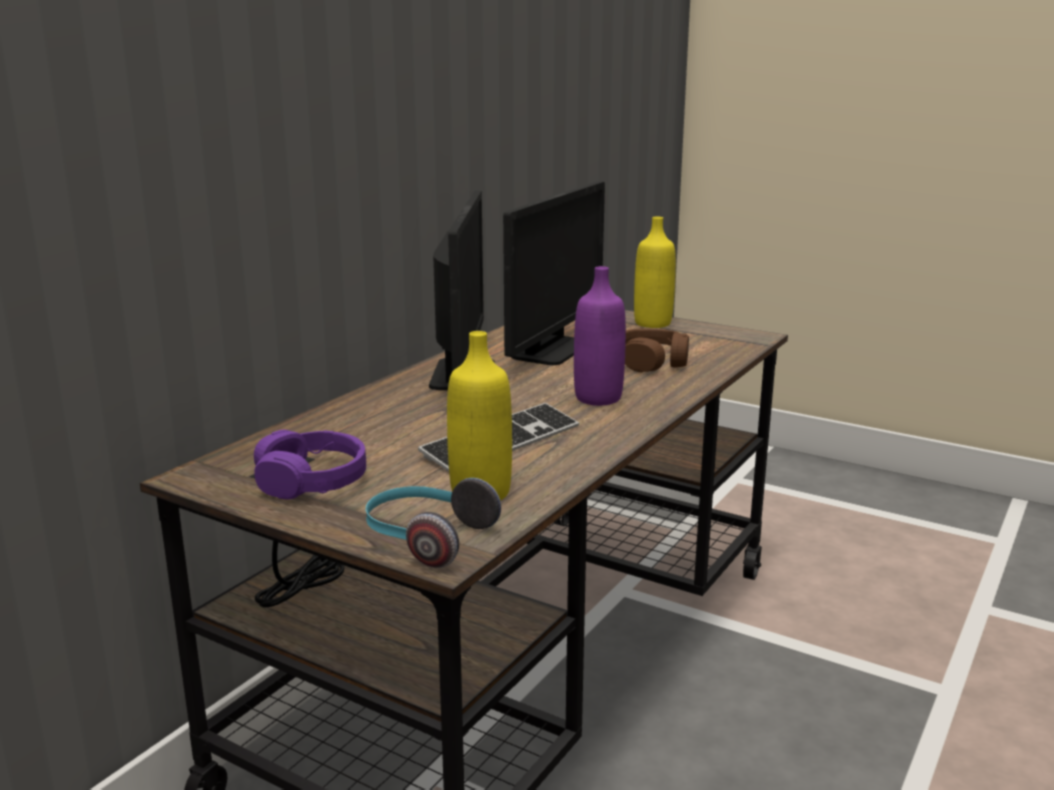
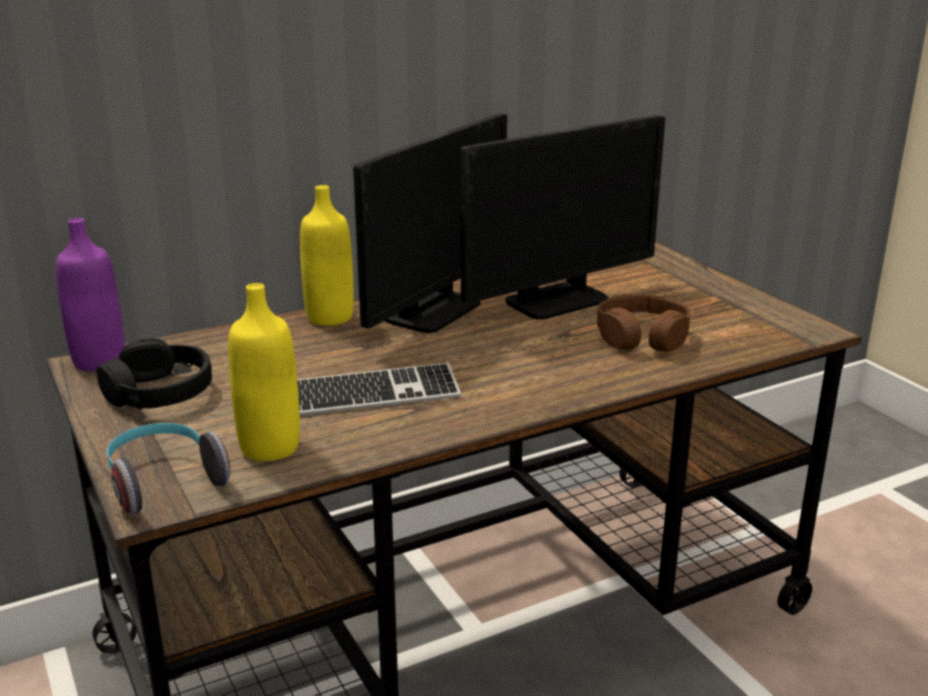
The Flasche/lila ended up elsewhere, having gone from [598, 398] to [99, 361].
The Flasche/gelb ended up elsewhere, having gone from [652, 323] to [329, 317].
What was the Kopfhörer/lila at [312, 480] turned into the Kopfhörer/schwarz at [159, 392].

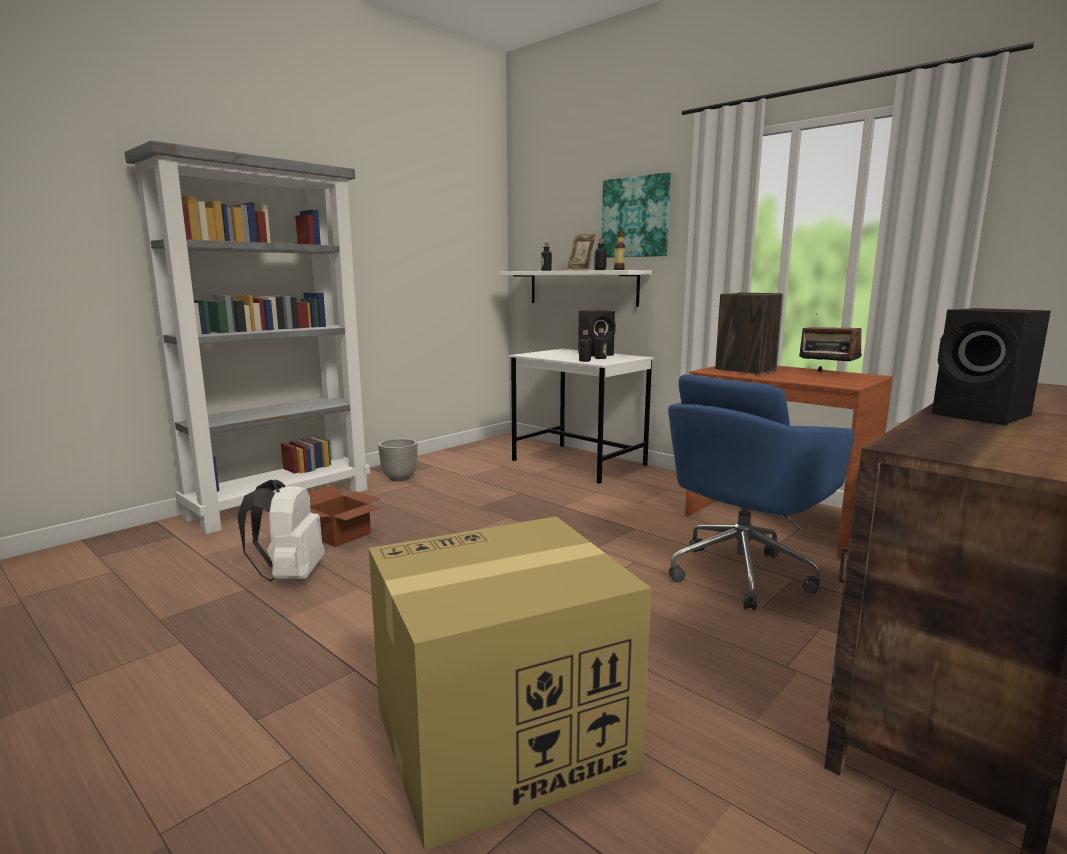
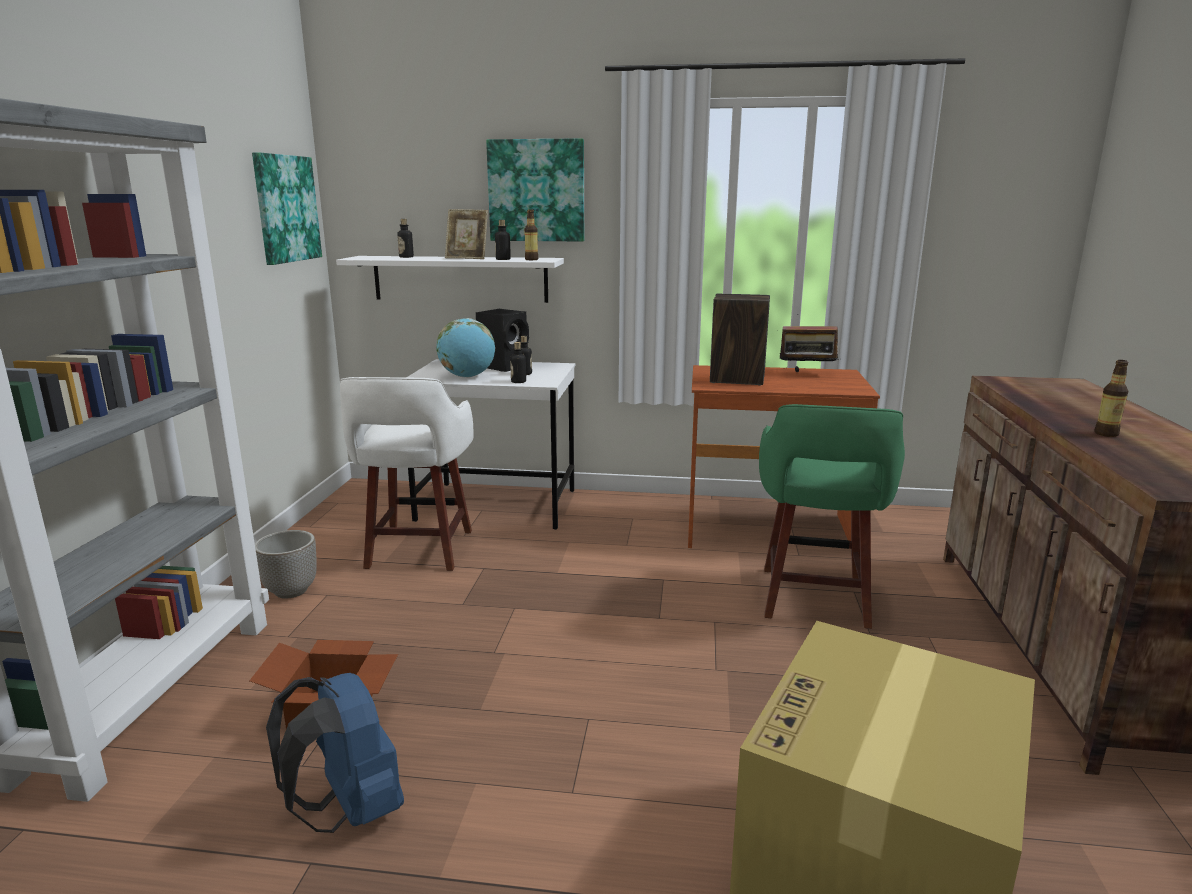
The second view gained the Bild at [286, 209].
The second view gained the Hocker/weiß at [418, 552].
The second view gained the Globus at [467, 376].
Where the Bürostuhl/blau stood at [743, 573], the Hocker/grün came to stand at [813, 600].
Where the Lautsprecher/schwarz stood at [984, 416], the Flasche came to stand at [1106, 434].
What was the Rucksack/weiß at [290, 576] turned into the Rucksack/blau at [349, 810].

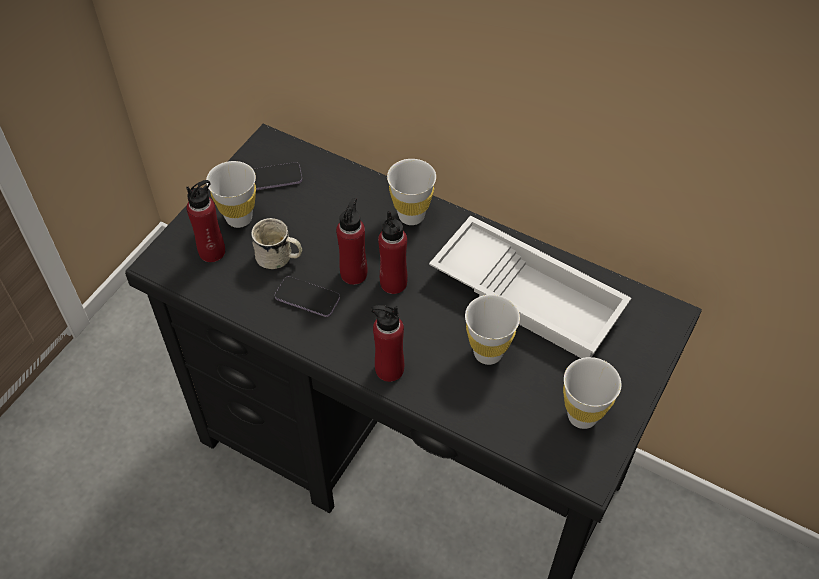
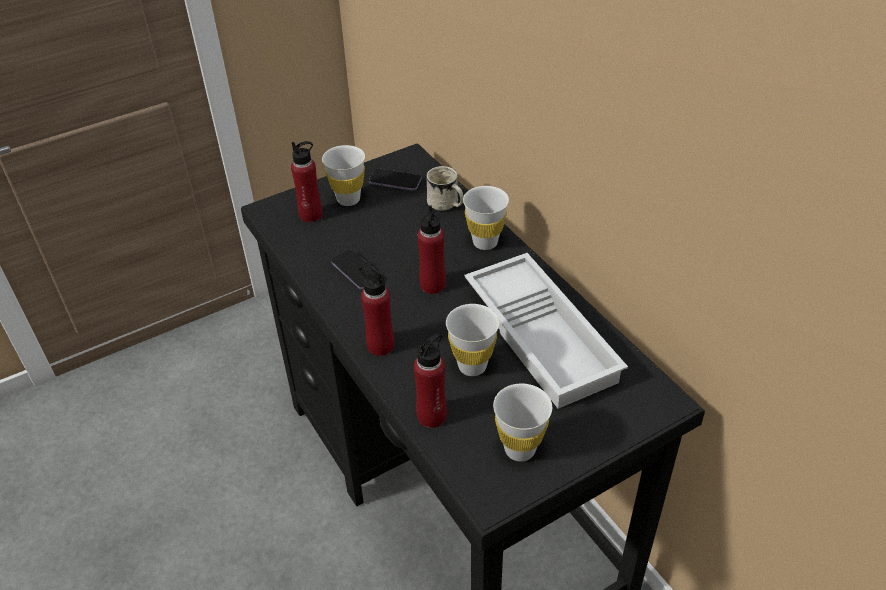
The Henkelbecher/weiß ended up elsewhere, having gone from [279, 258] to [446, 205].
The Flasche/rot ended up elsewhere, having gone from [354, 273] to [432, 416].

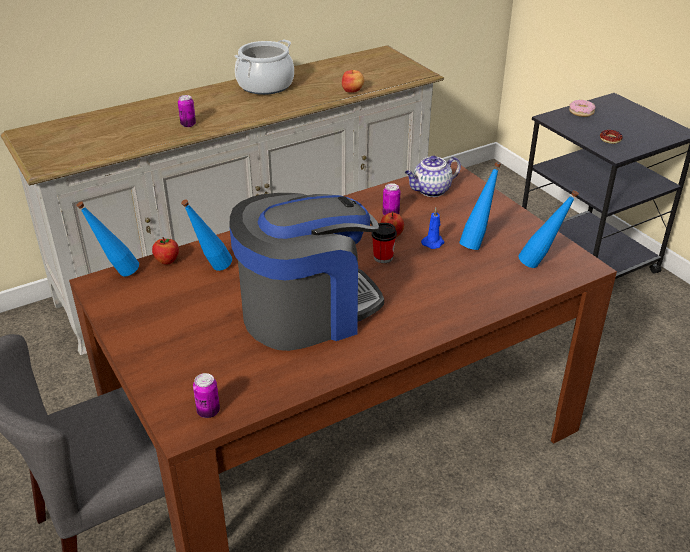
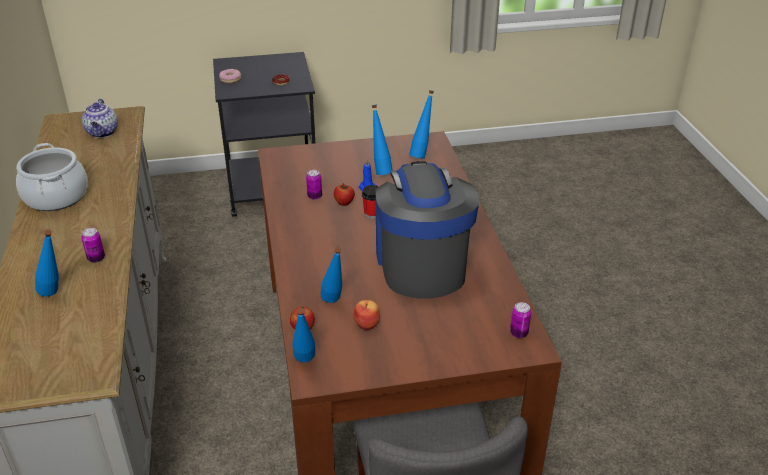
The second view gained the Flasche/blau at [56, 295].
The Apfel ended up elsewhere, having gone from [353, 90] to [367, 323].
The Teekanne ended up elsewhere, having gone from [431, 191] to [103, 133].

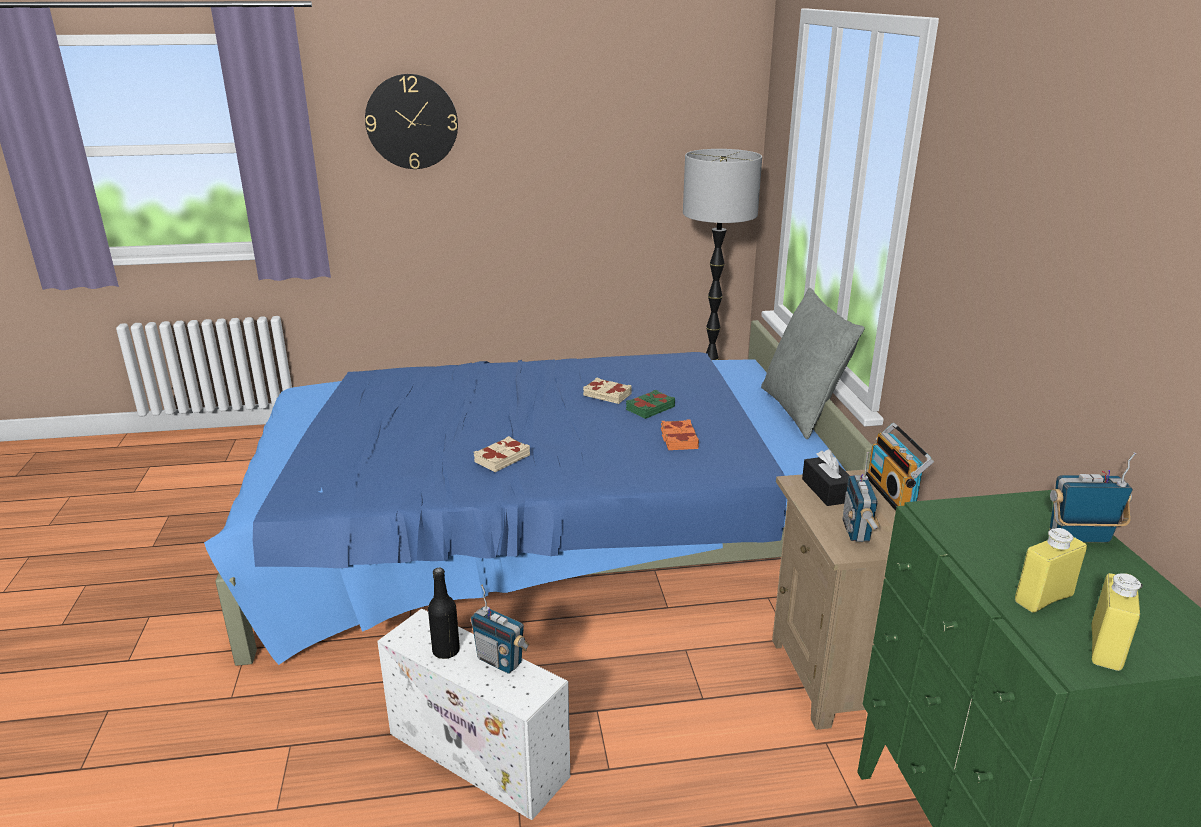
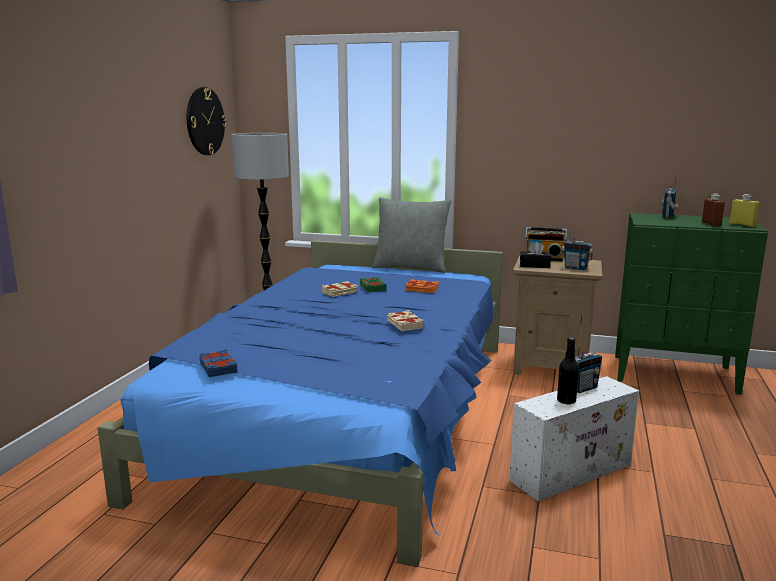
The second view gained the Buch/blau at [219, 367].
The Wanduhr ended up elsewhere, having gone from [412, 122] to [205, 121].
What was the Flasche/gelb at [1043, 598] turned into the Flasche/braun at [711, 224].

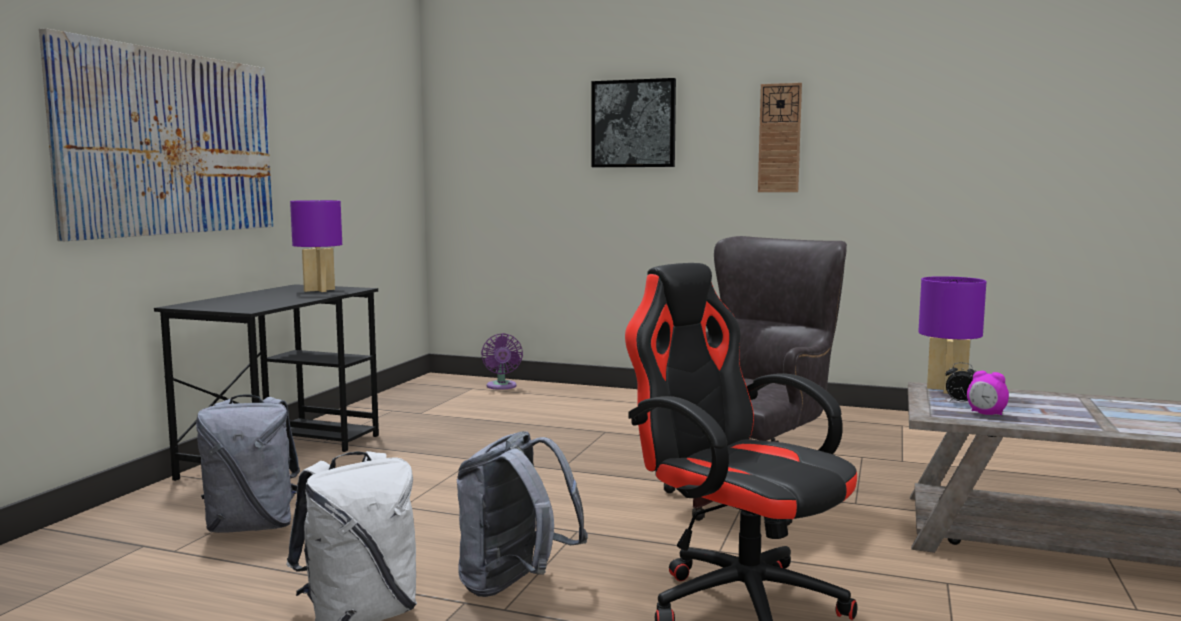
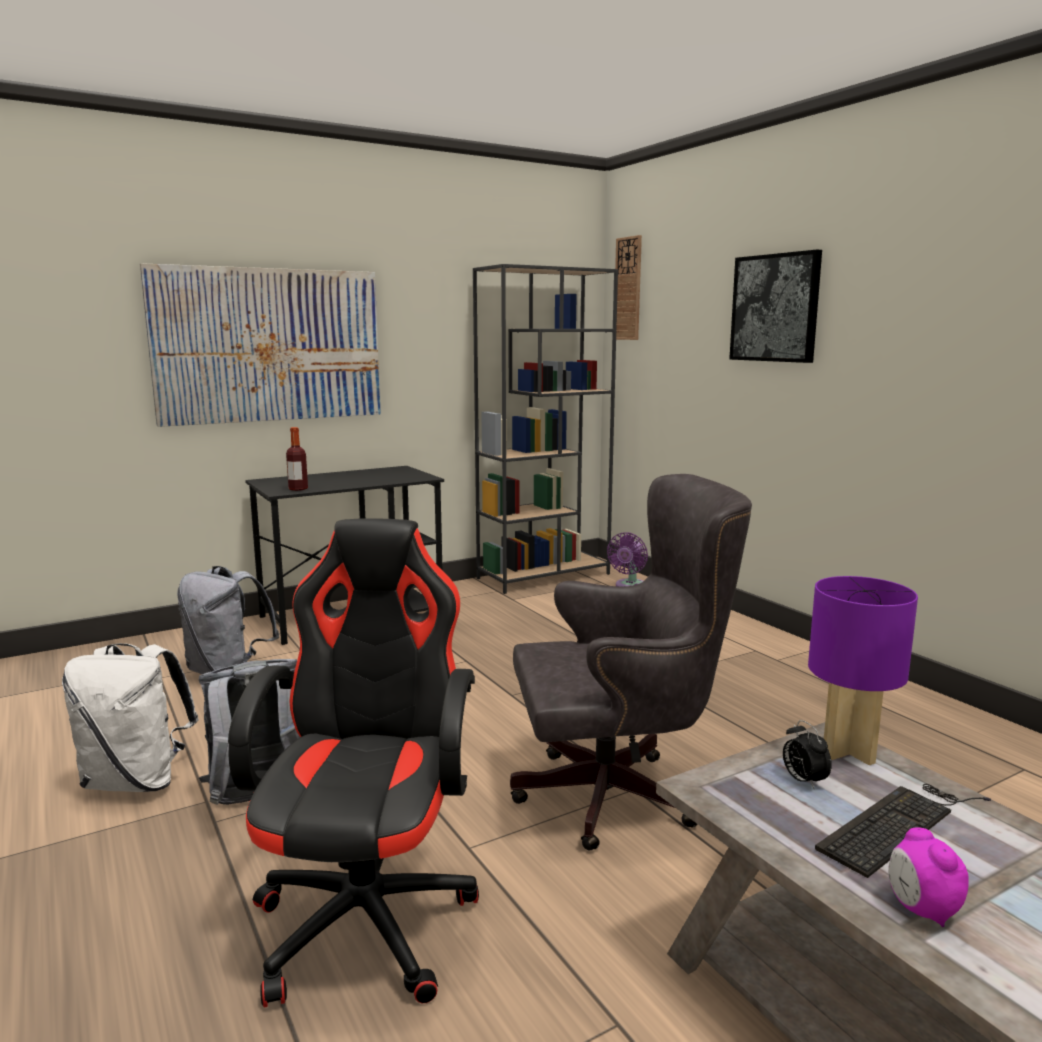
The second view lost the Tischlampe/lila at [320, 290].
The second view gained the Flasche at [298, 489].
The second view gained the Bücherregal at [544, 576].
The second view gained the Tastatur at [899, 824].
The Wanduhr ended up elsewhere, having gone from [779, 138] to [628, 289].
The Wecker ended up elsewhere, having gone from [986, 414] to [921, 910].

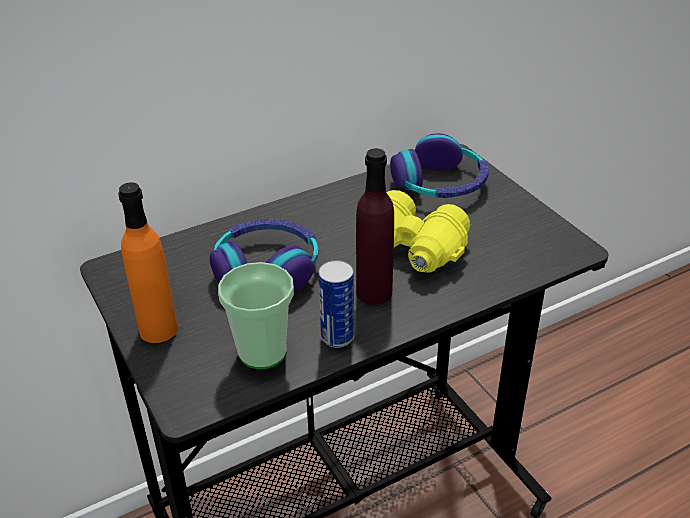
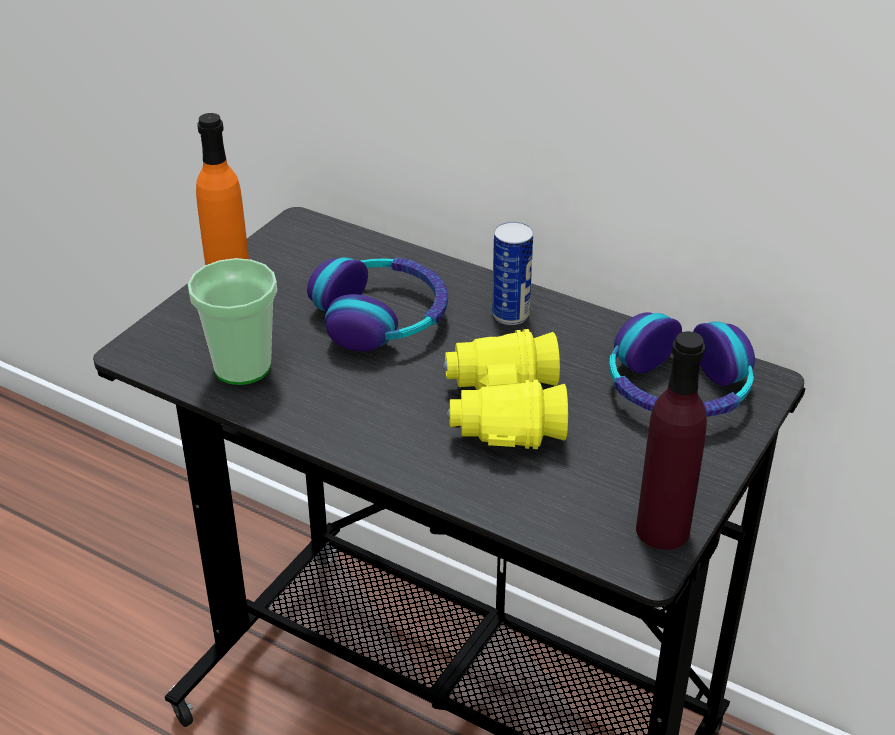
The Dose ended up elsewhere, having gone from [337, 337] to [510, 315].
The Flasche/lila ended up elsewhere, having gone from [374, 292] to [662, 530].

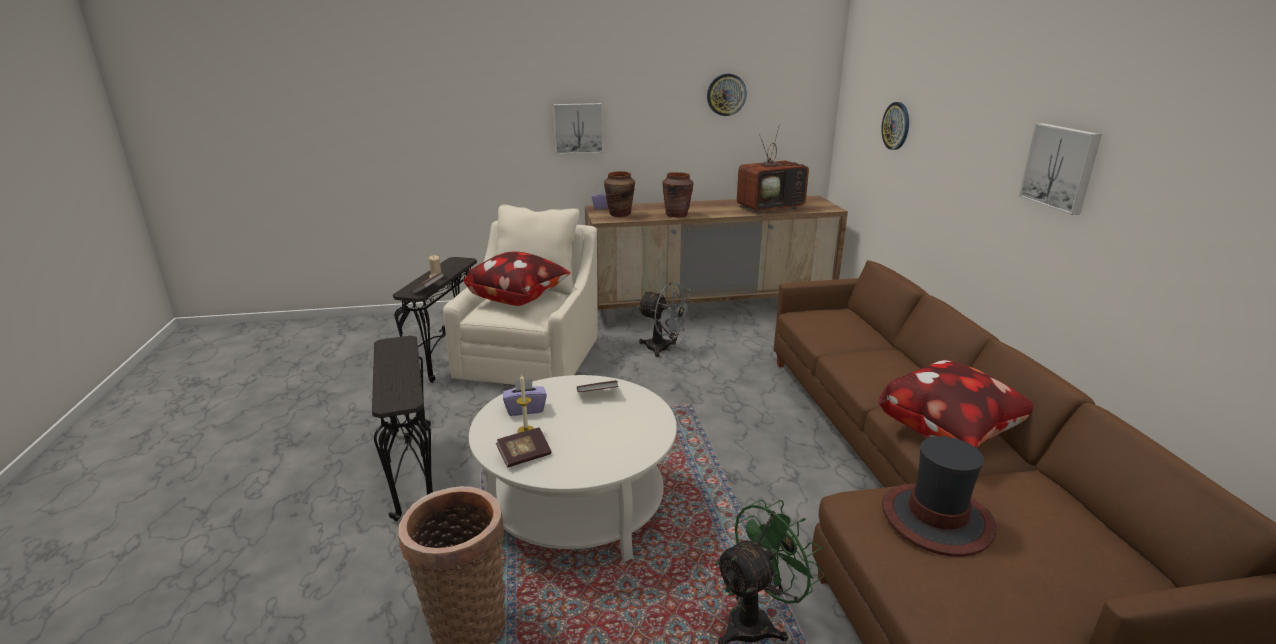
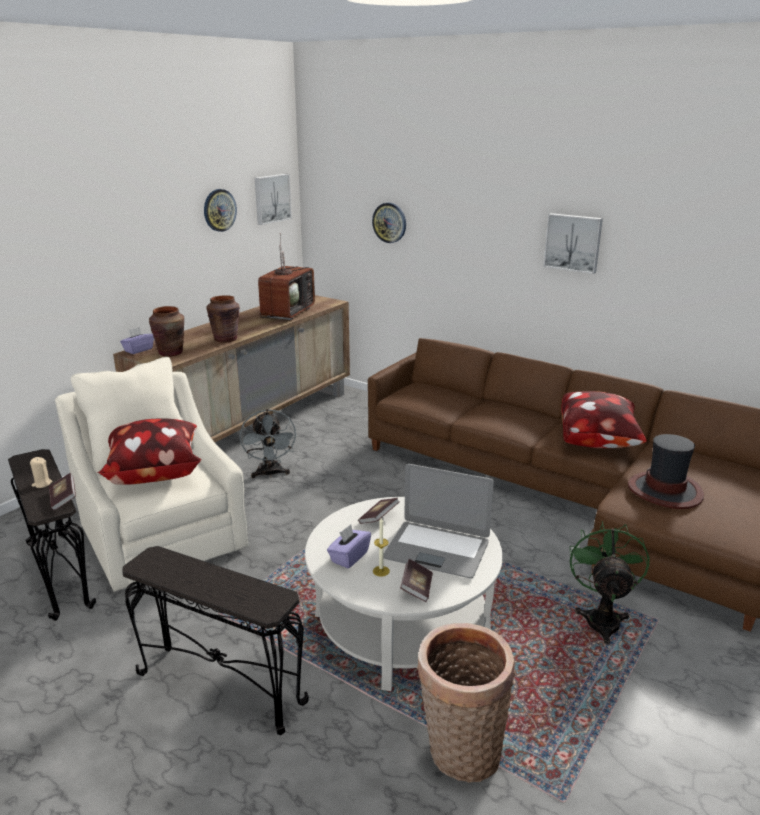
The second view gained the Laptop at [437, 550].
The Bild ended up elsewhere, having gone from [578, 128] to [271, 198].
The Ventilator/grau at [663, 349] ended up facing another way, 90 degrees clockwise from before.

